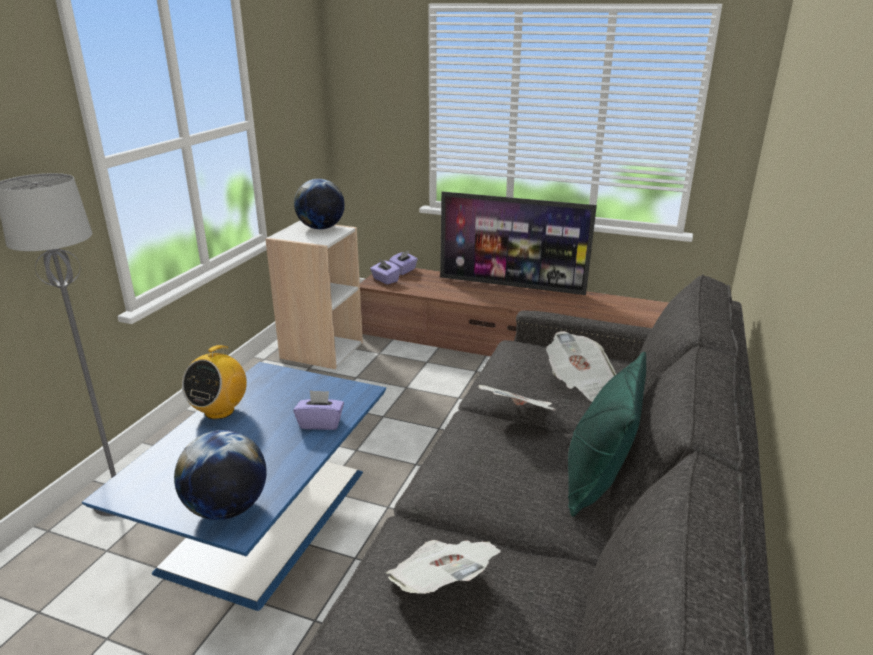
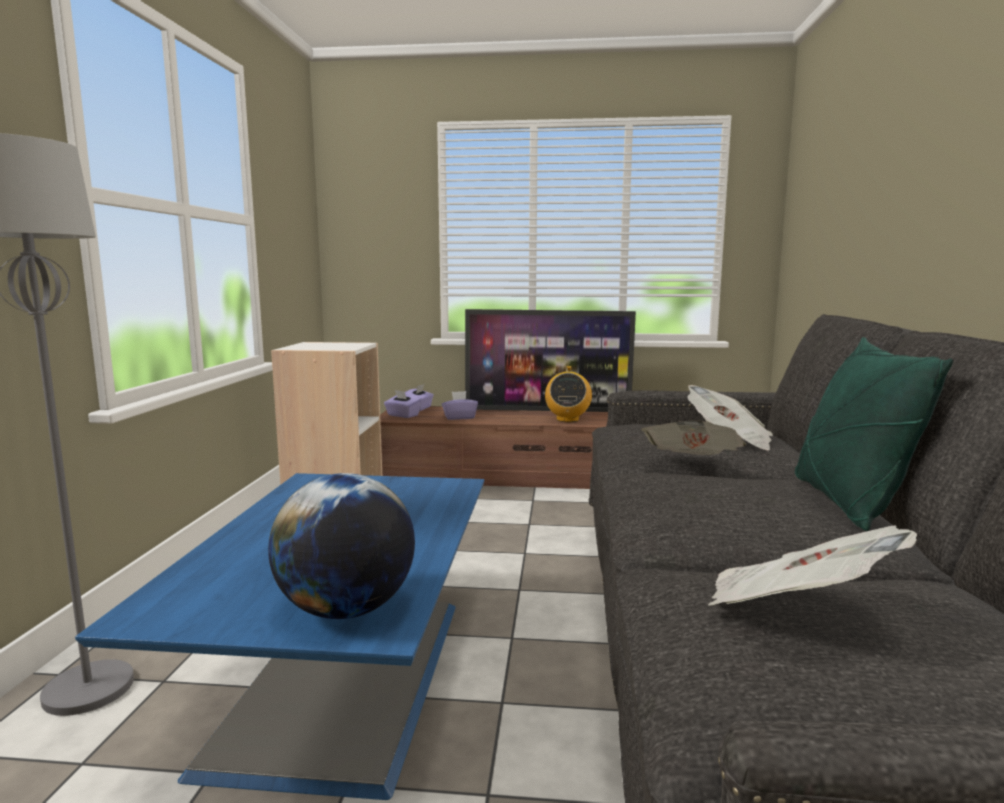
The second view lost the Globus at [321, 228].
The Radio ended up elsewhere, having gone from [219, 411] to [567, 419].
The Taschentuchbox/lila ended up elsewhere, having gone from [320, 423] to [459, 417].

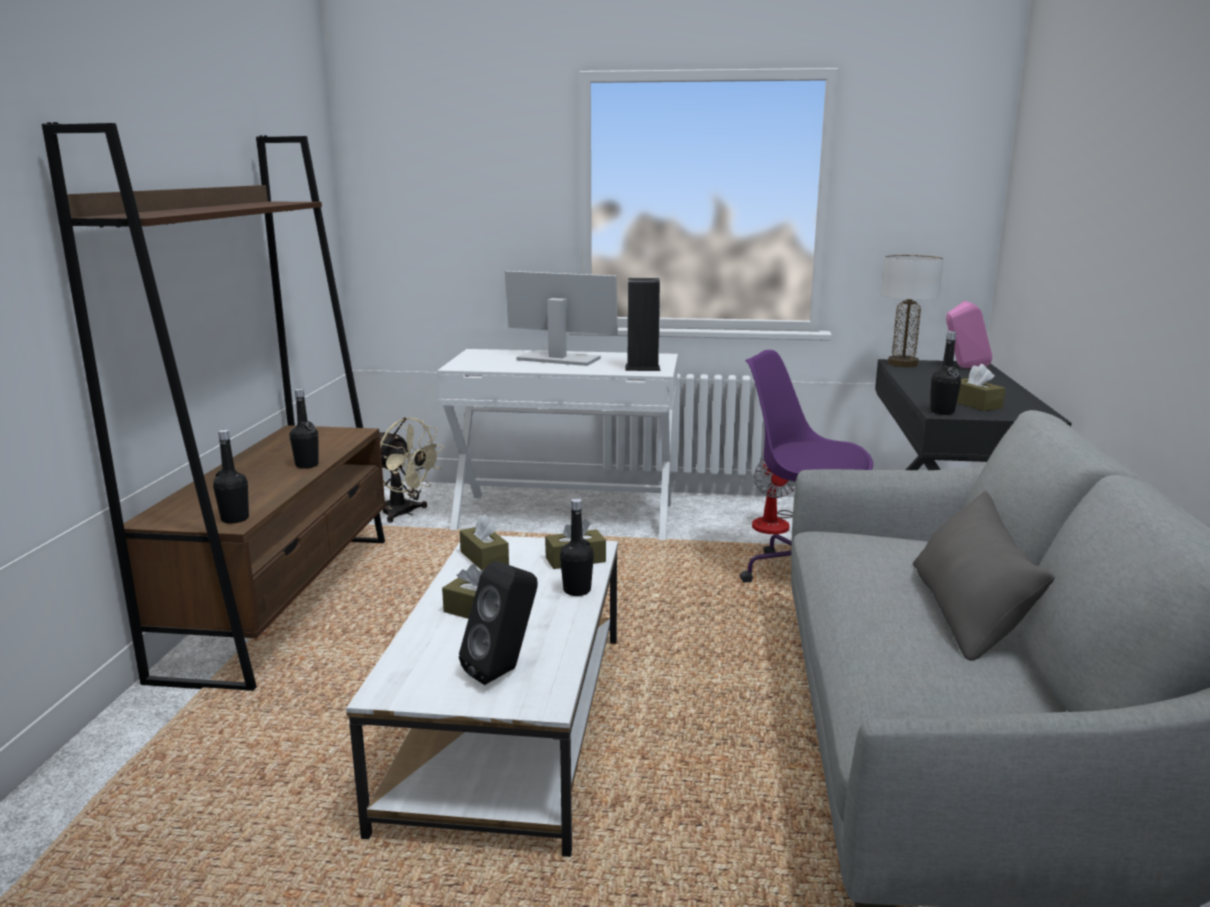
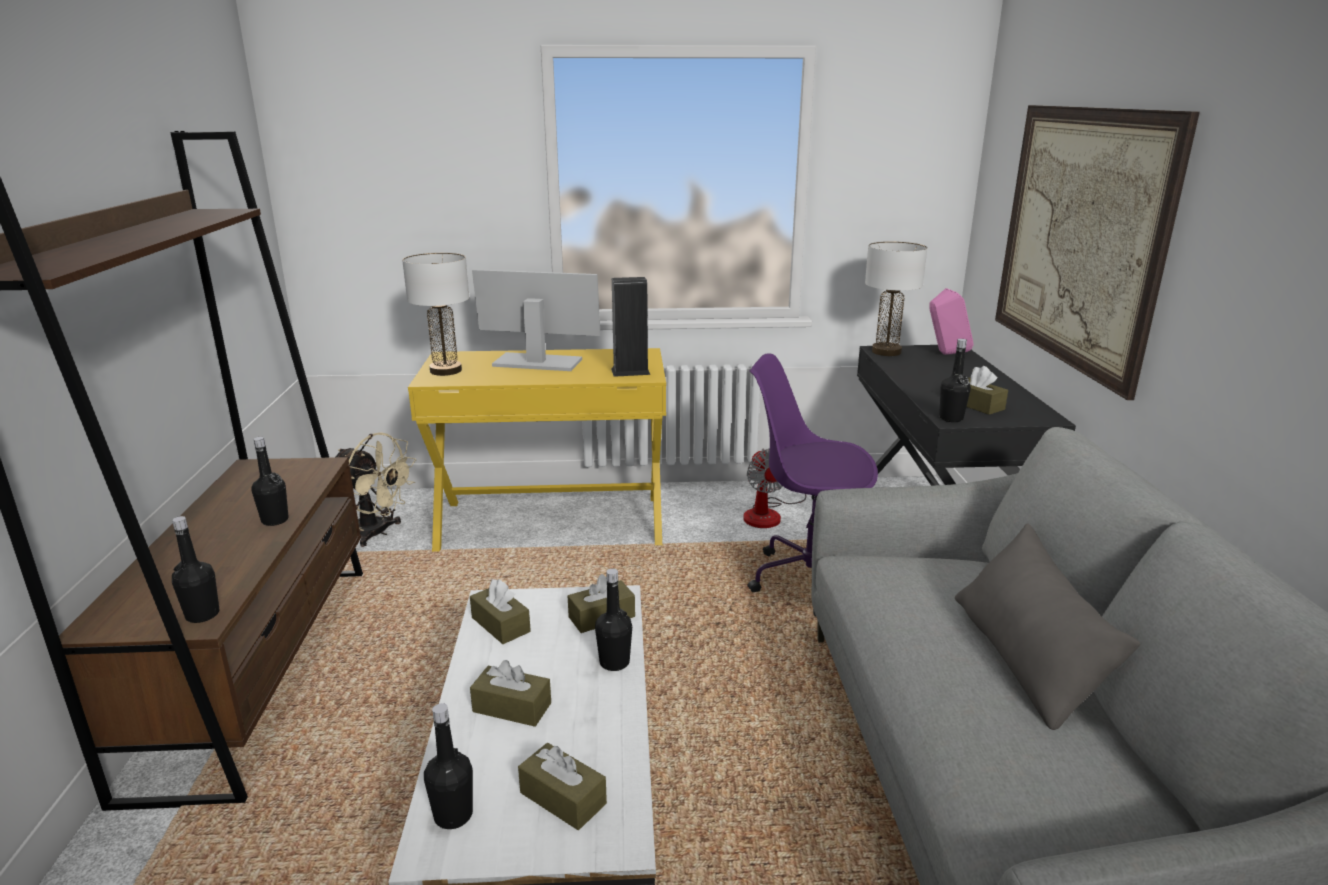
The second view gained the Tischlampe at [445, 371].
The second view gained the Flasche/schwarz at [453, 815].
The second view gained the Bild at [1078, 237].
Where the Lautsprecher/schwarz stood at [504, 672], the Taschentuchbox/braun came to stand at [563, 798].
What was the Schreibtisch/weiß at [565, 516] turned into the Schreibtisch/gelb at [552, 522].

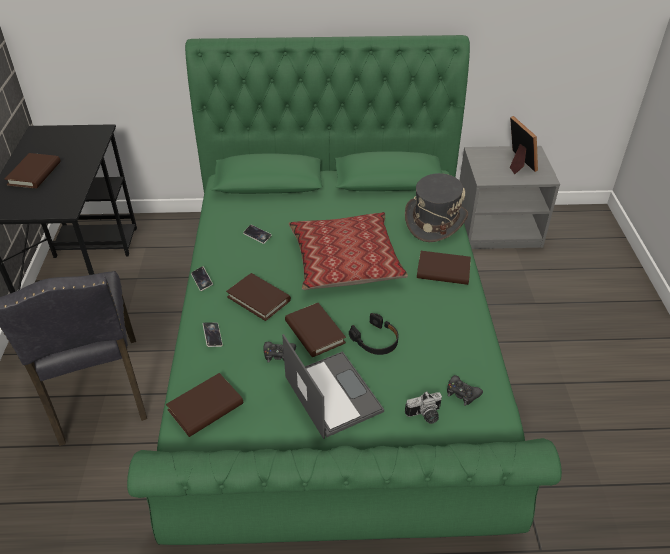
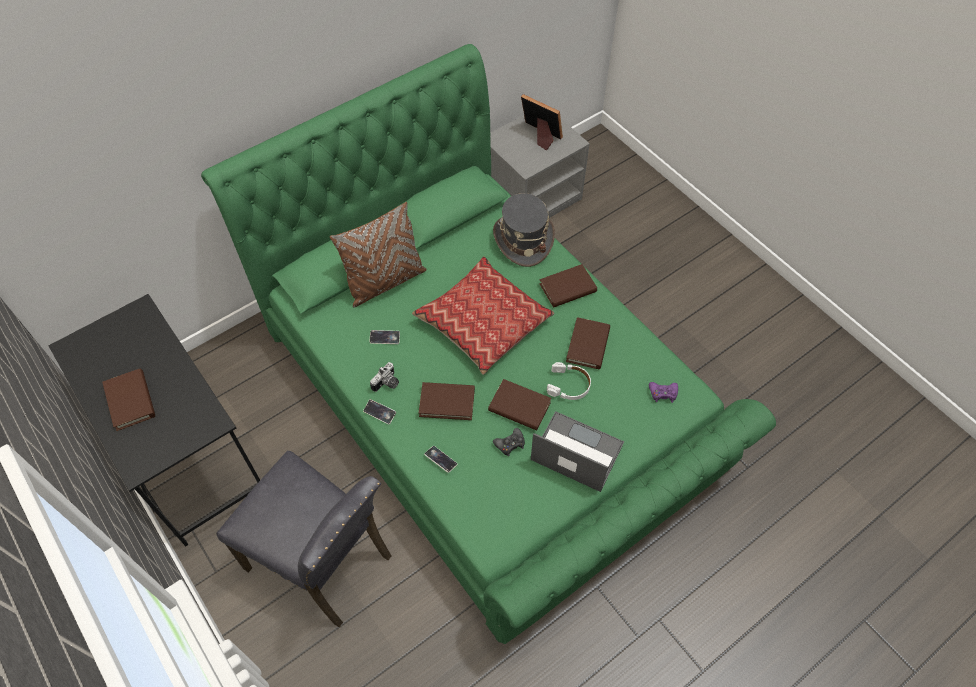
The second view gained the Kissen/braun at [385, 282].
The Buch/braun ended up elsewhere, having gone from [205, 407] to [588, 345].
The Kamera ended up elsewhere, having gone from [425, 416] to [387, 384].
What was the Kopfhörer/schwarz at [376, 340] turned into the Kopfhörer/weiß at [569, 385].
What was the Gamepad/schwarz at [462, 393] turned into the Gamepad/lila at [663, 393].

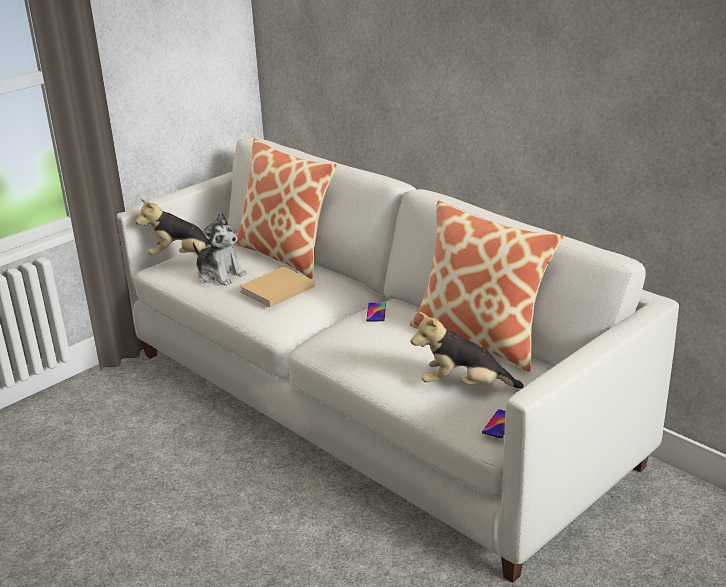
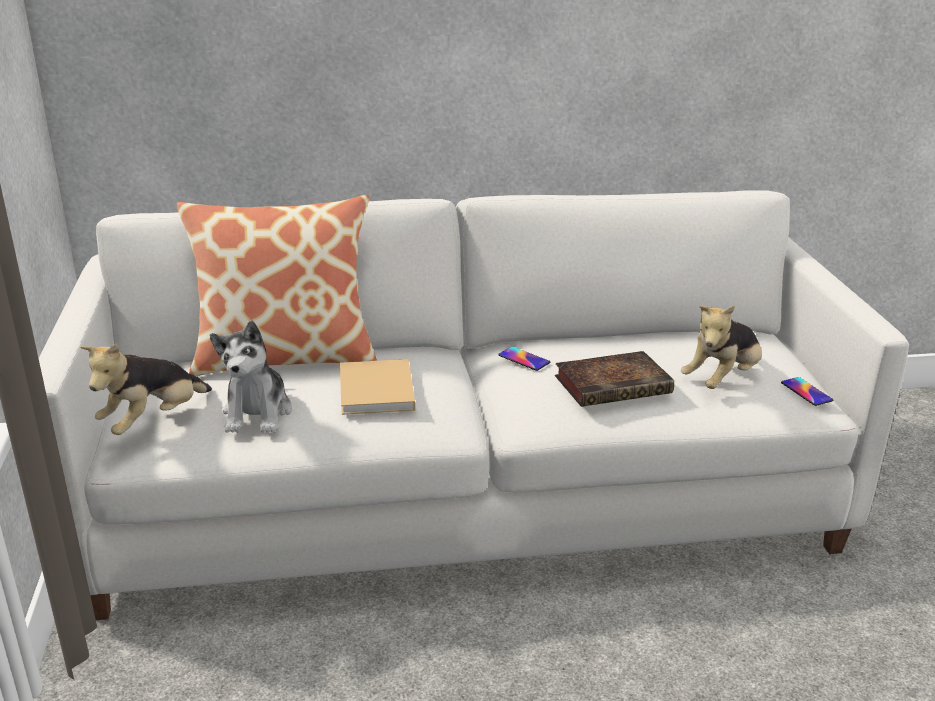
The second view lost the Kissen at [481, 338].
The second view gained the Buch at [615, 384].
The Plüschtier at [220, 274] ended up facing another way, 105 degrees clockwise from before.

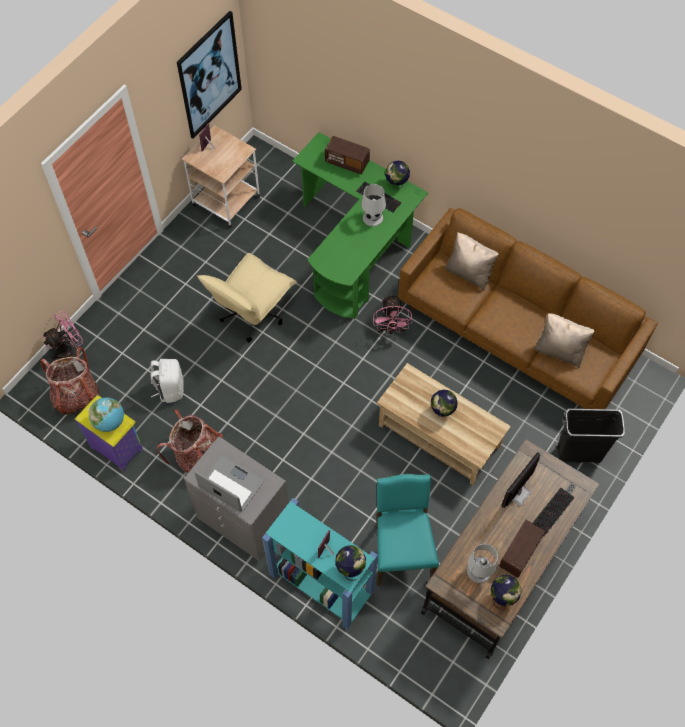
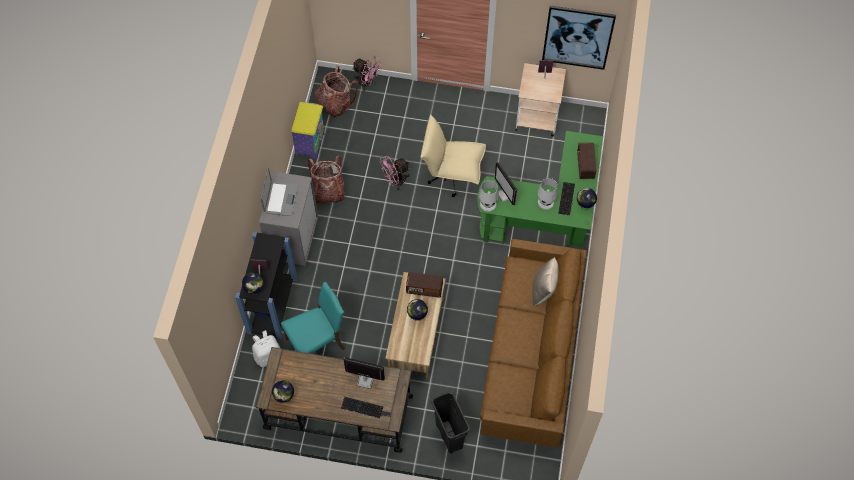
The second view lost the Globus at [110, 422].
The second view lost the Kissen/beige at [559, 351].
The second view gained the Monitor at [505, 195].
The Rucksack/weiß ended up elsewhere, having gone from [170, 388] to [268, 355].
The Ventilator/rosa ended up elsewhere, having gone from [391, 329] to [395, 181].
The Tischlampe/weiß ended up elsewhere, having gone from [479, 571] to [488, 204].
The Radio ended up elsewhere, having gone from [519, 553] to [424, 289].
What was the Bücherregal/türkis at [321, 582] turned into the Bücherregal/schwarz at [272, 304].

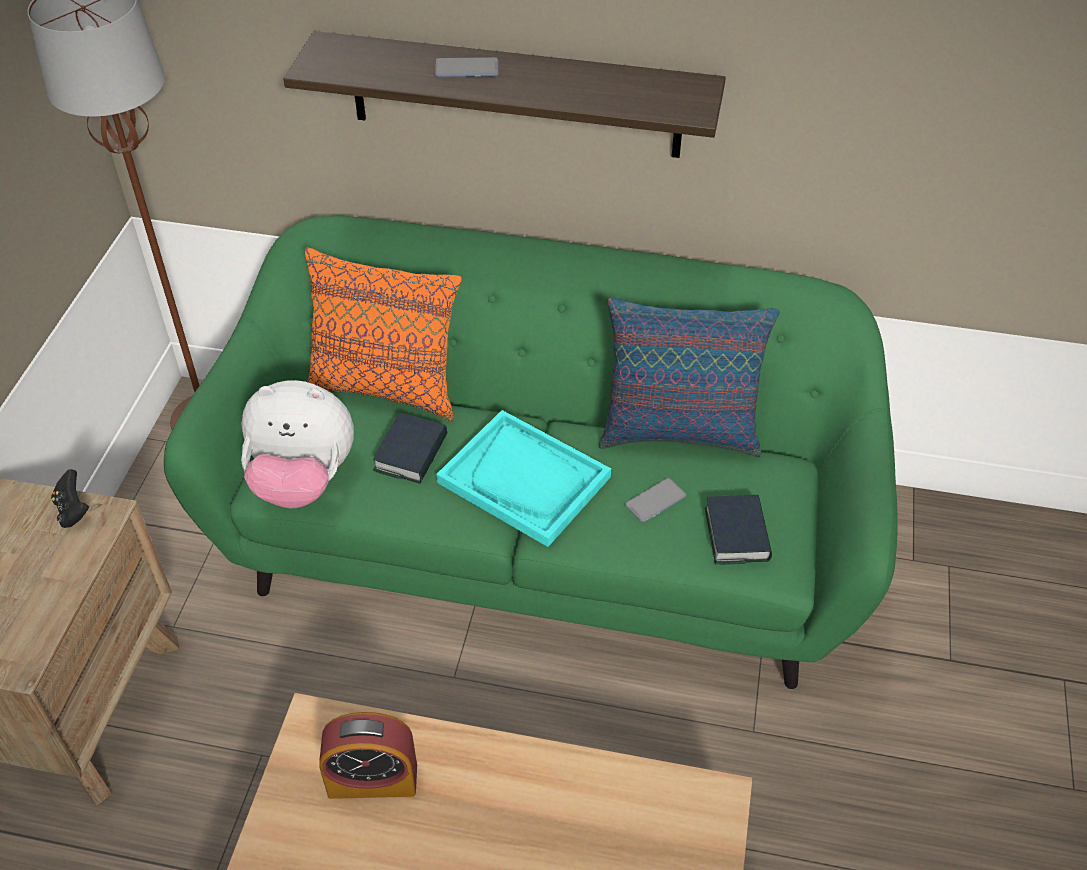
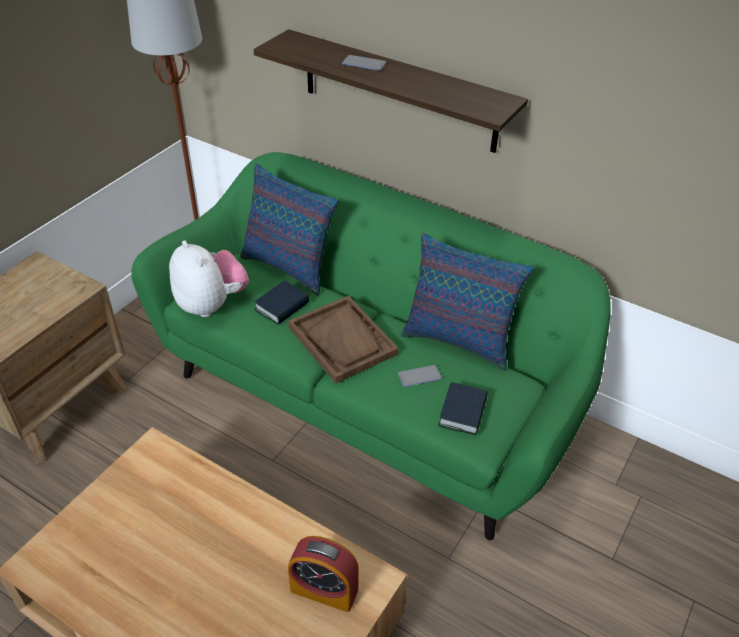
The second view lost the Gamepad/schwarz at [73, 511].
The Wecker ended up elsewhere, having gone from [372, 779] to [324, 590].
What was the Kissen/orange at [386, 391] turned into the Kissen/blau at [288, 268].
What was the Tablett/türkis at [524, 480] turned into the Tablett/braun at [342, 341].
The Plüschtier at [303, 480] ended up facing another way, 150 degrees counterclockwise from before.

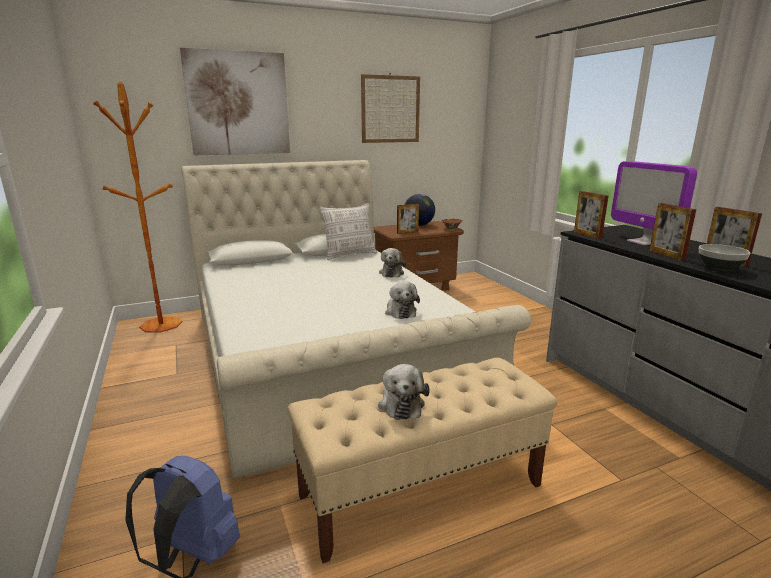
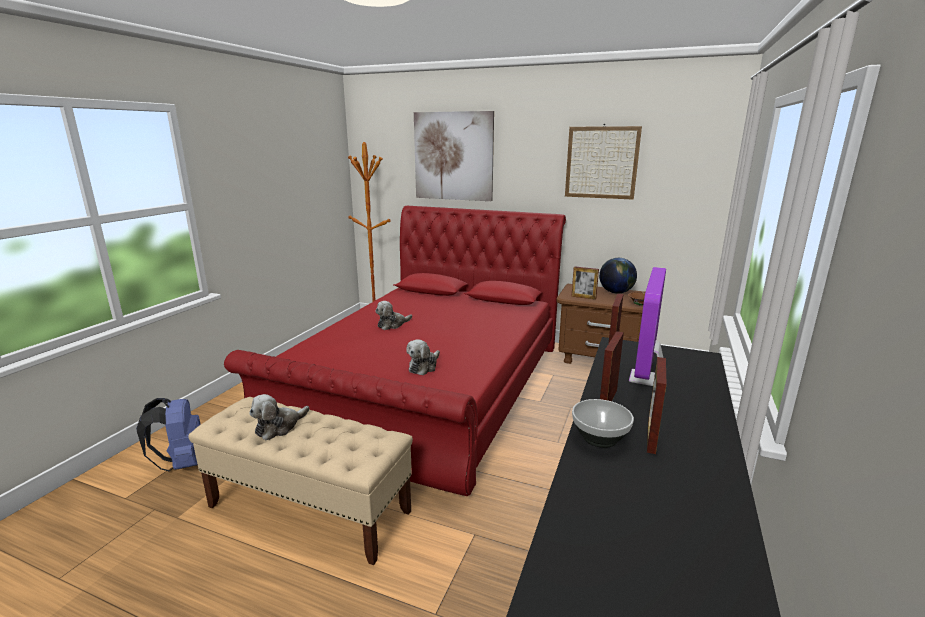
The second view lost the Kissen at [349, 255].
The Plüschtier ended up elsewhere, having gone from [392, 273] to [392, 324].
What was the Bett/beige at [326, 351] turned into the Bett/rot at [428, 385].

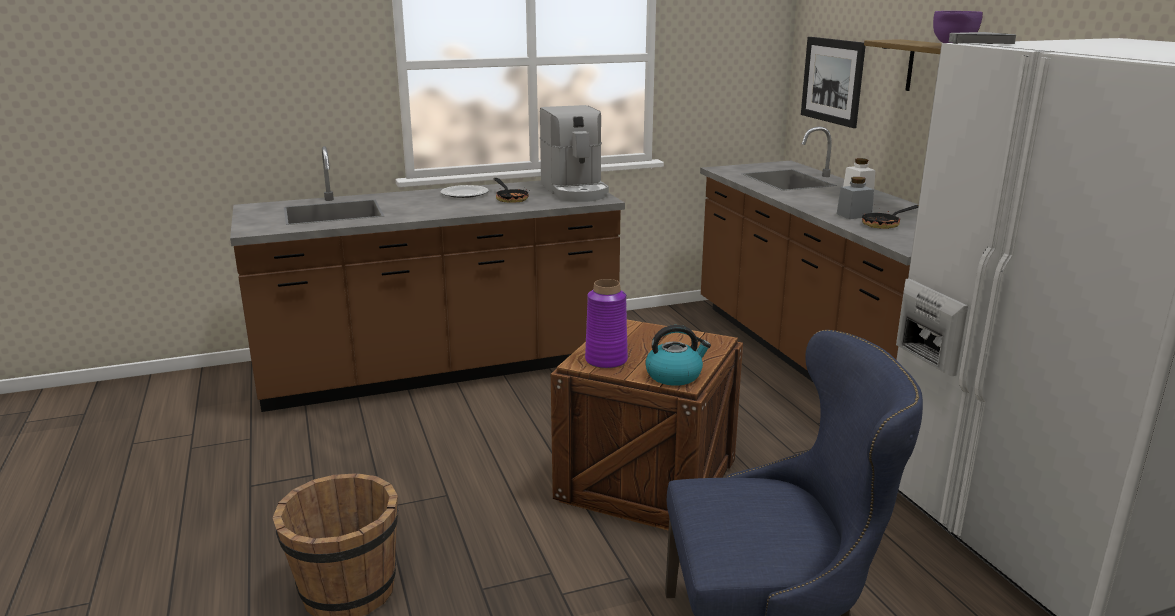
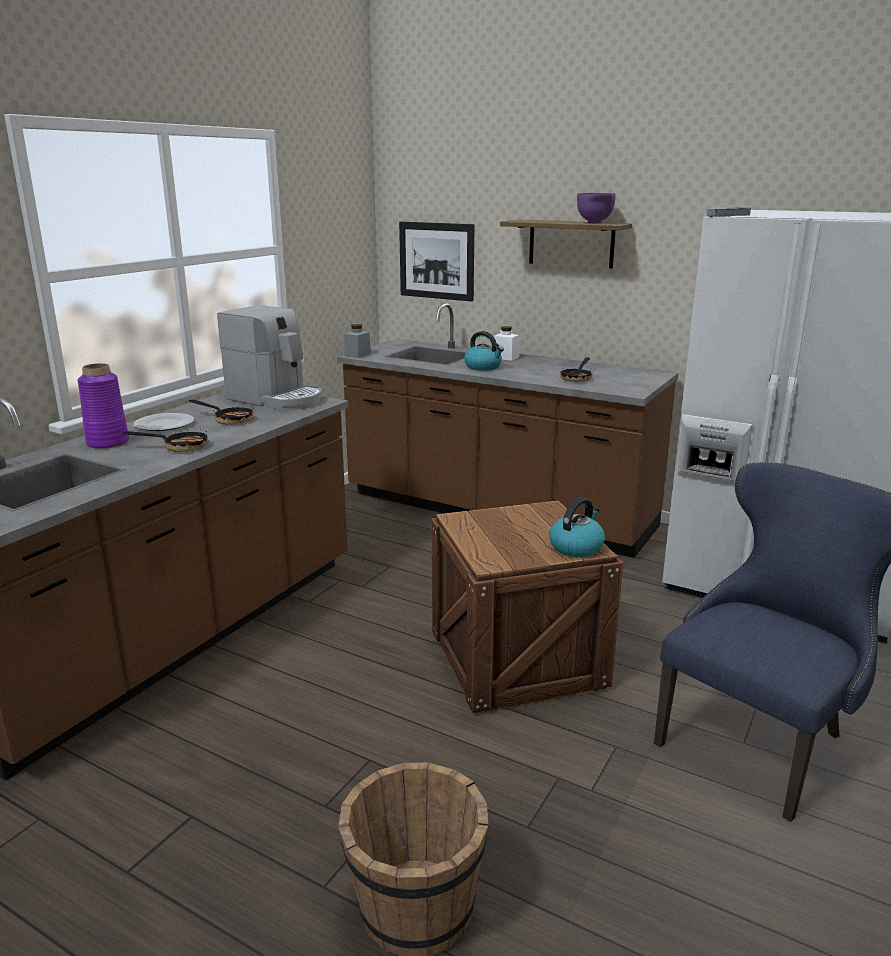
The second view gained the Pfanne at [179, 447].
The second view gained the Wasserkessel at [483, 367].
The Vase/lila ended up elsewhere, having gone from [606, 360] to [107, 442].
The Vorratsglas/grau ended up elsewhere, having gone from [854, 215] to [357, 355].

